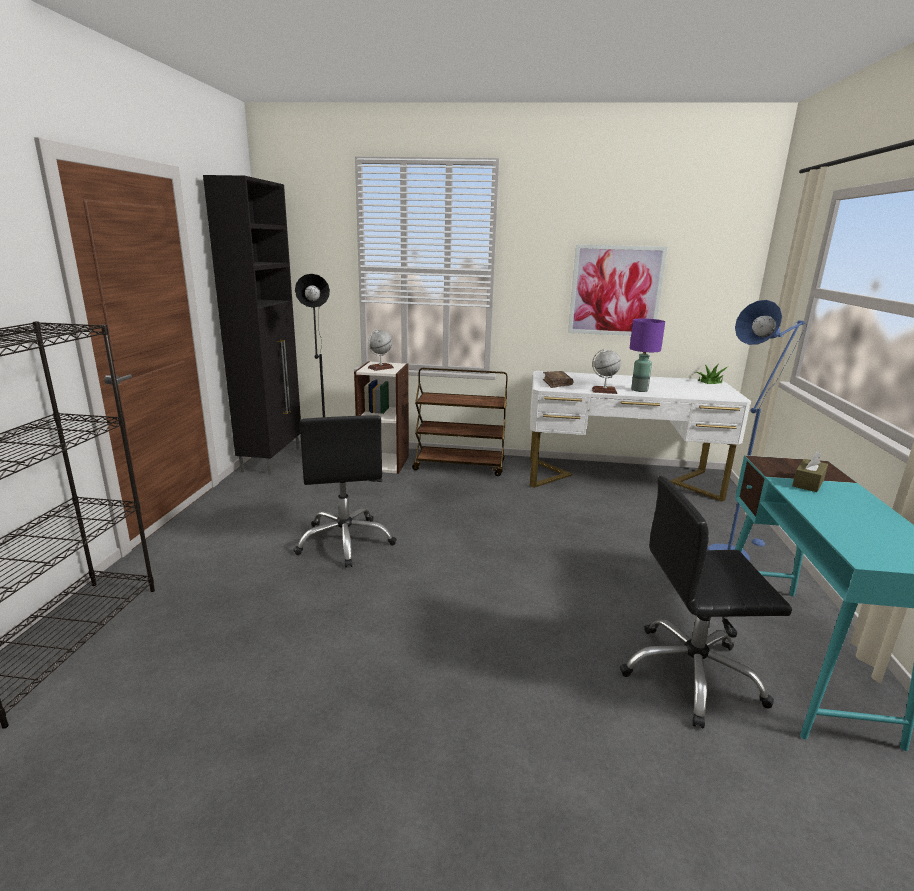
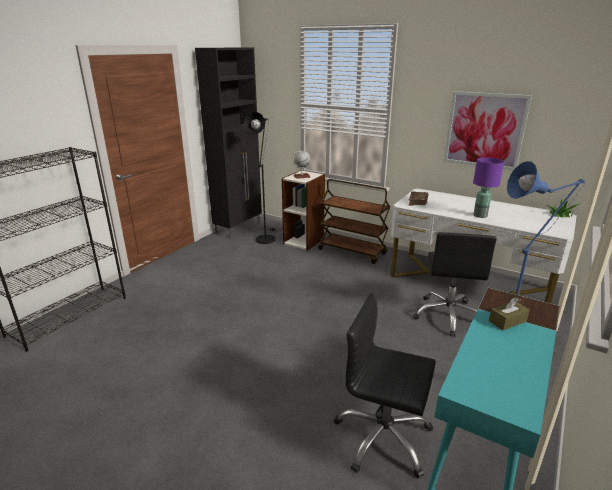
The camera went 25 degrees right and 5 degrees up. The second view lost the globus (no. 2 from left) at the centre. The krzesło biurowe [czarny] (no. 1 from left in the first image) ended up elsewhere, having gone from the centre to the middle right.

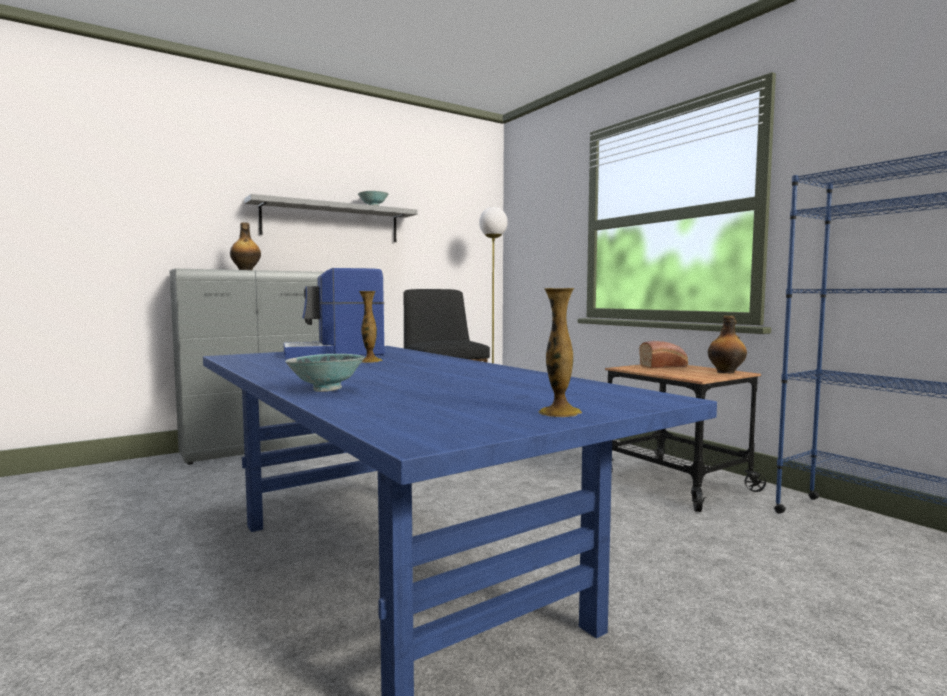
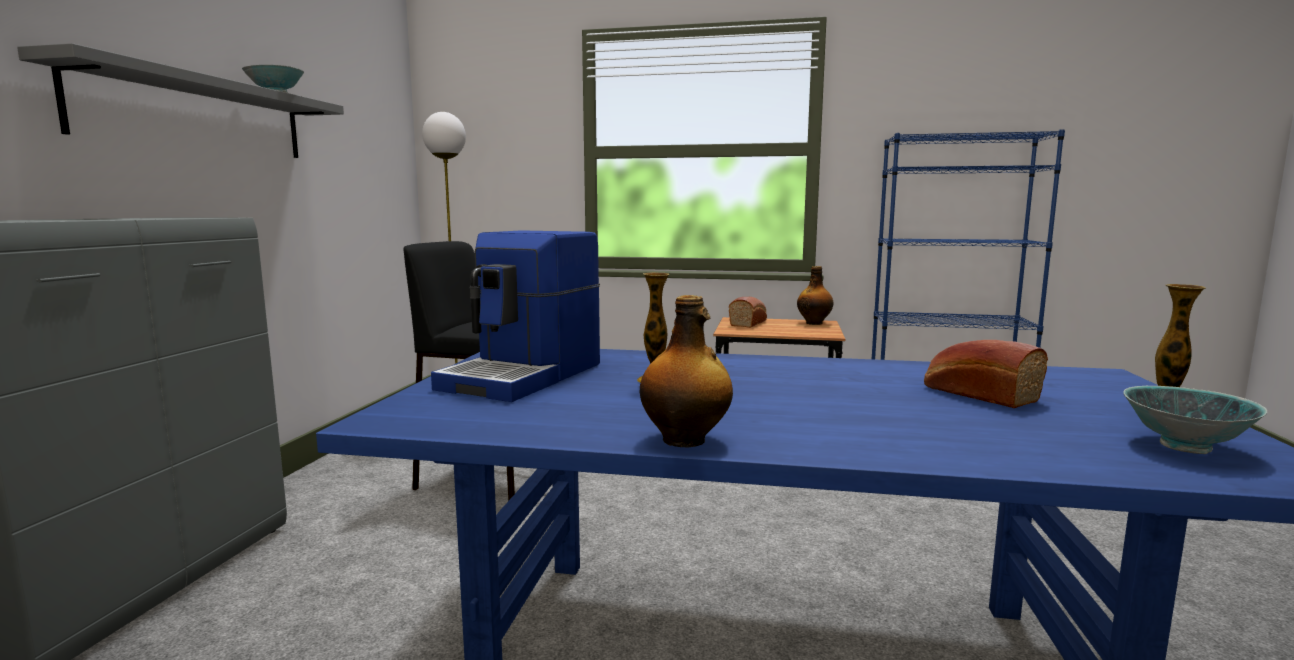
The camera went 45 degrees left and 5 degrees up. The butelka (no. 1 from left) ended up elsewhere, having gone from the middle left to the centre. The miska (no. 1 from left in the first image) ended up elsewhere, having gone from the centre to the middle right. The second view gained the chleb (no. 2 from left) at the middle right.

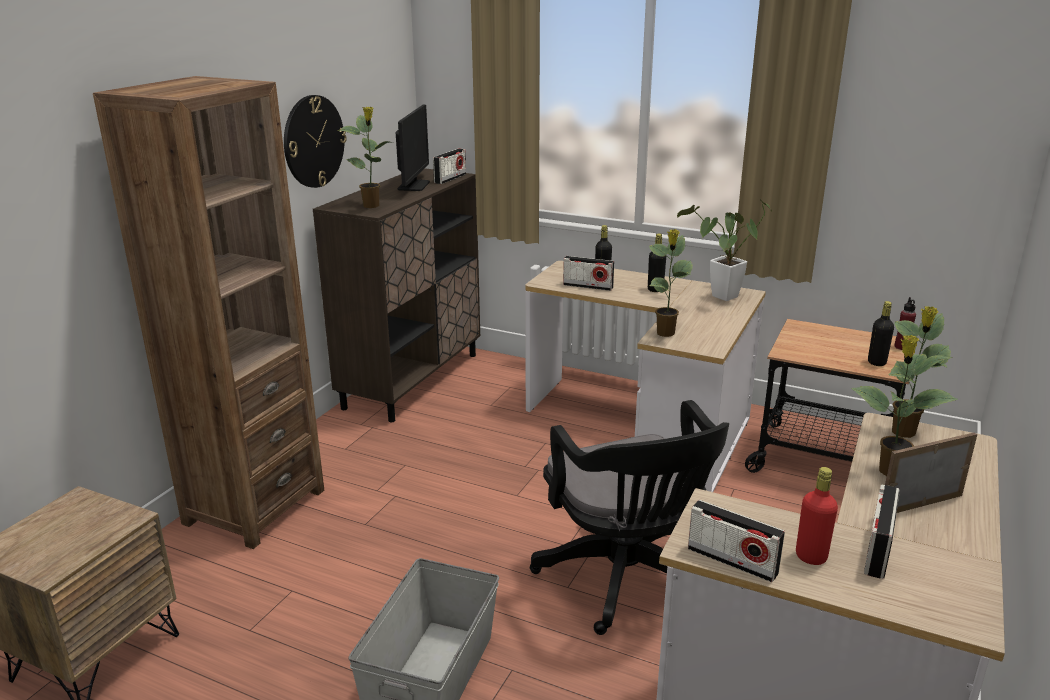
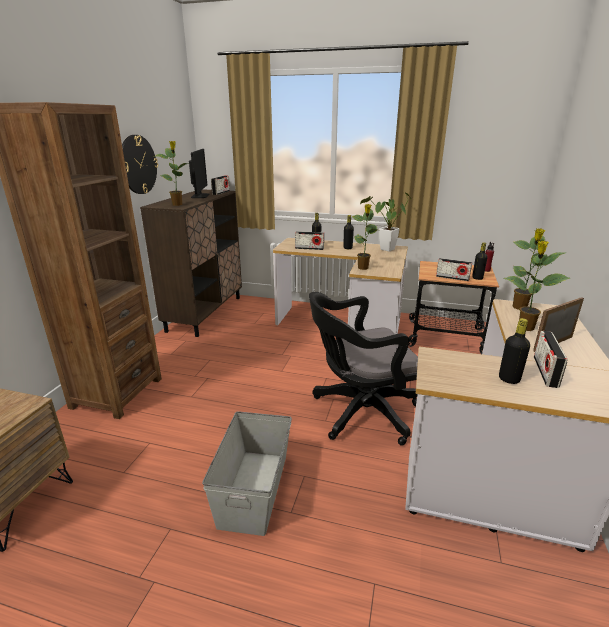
The camera went 10 degrees left and 0 degrees up. The krzesło biurowe [czarny] at the bottom centre ended up facing another way, 105 degrees clockwise from before. What was the butelka [czerwony] (no. 1 from left) at the bottom right turned into the butelka [czarny] (no. 4 from left) at the middle right. The radio (no. 3 from left) ended up elsewhere, having gone from the bottom right to the middle right.

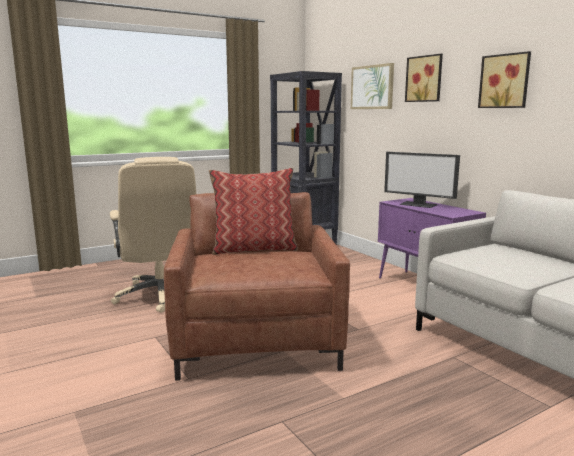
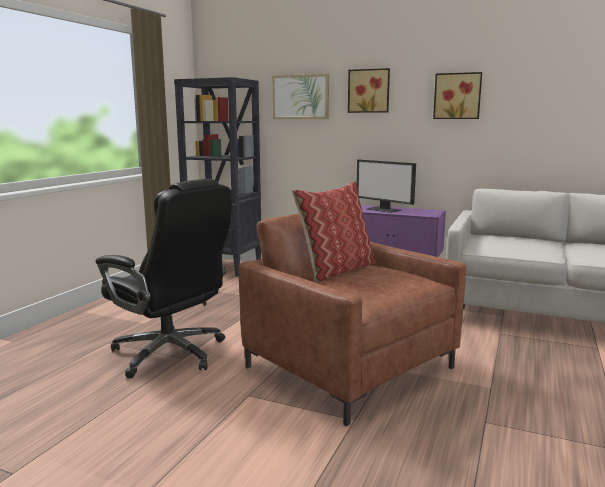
The camera went 35 degrees left and 0 degrees up. The monitor at the middle right ended up facing another way, 45 degrees clockwise from before. What was the krzesło biurowe [beżowy] at the middle left turned into the krzesło biurowe [czarny] at the middle left.

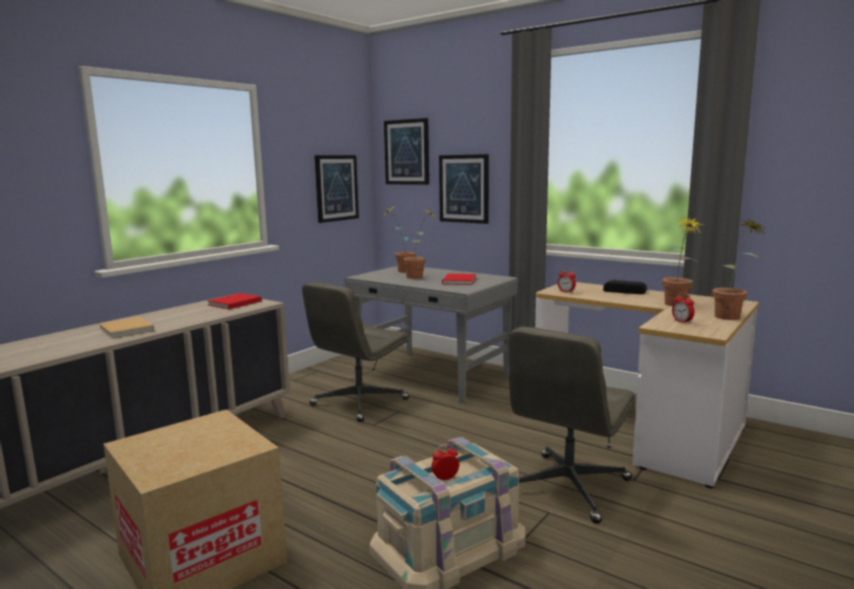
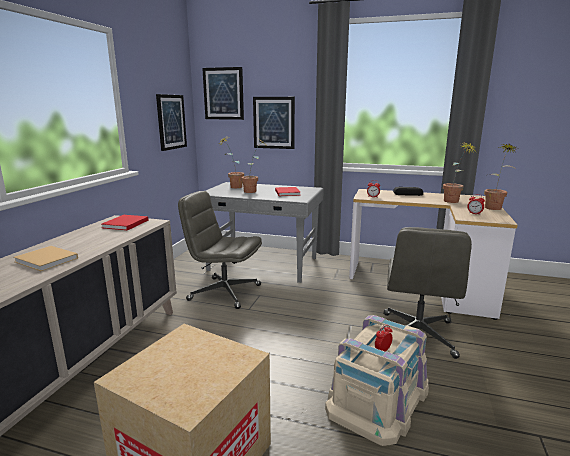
The camera went 20 degrees left and 5 degrees up. The krzesło biurowe [szary] (no. 1 from left) at the centre ended up facing another way, 90 degrees clockwise from before.

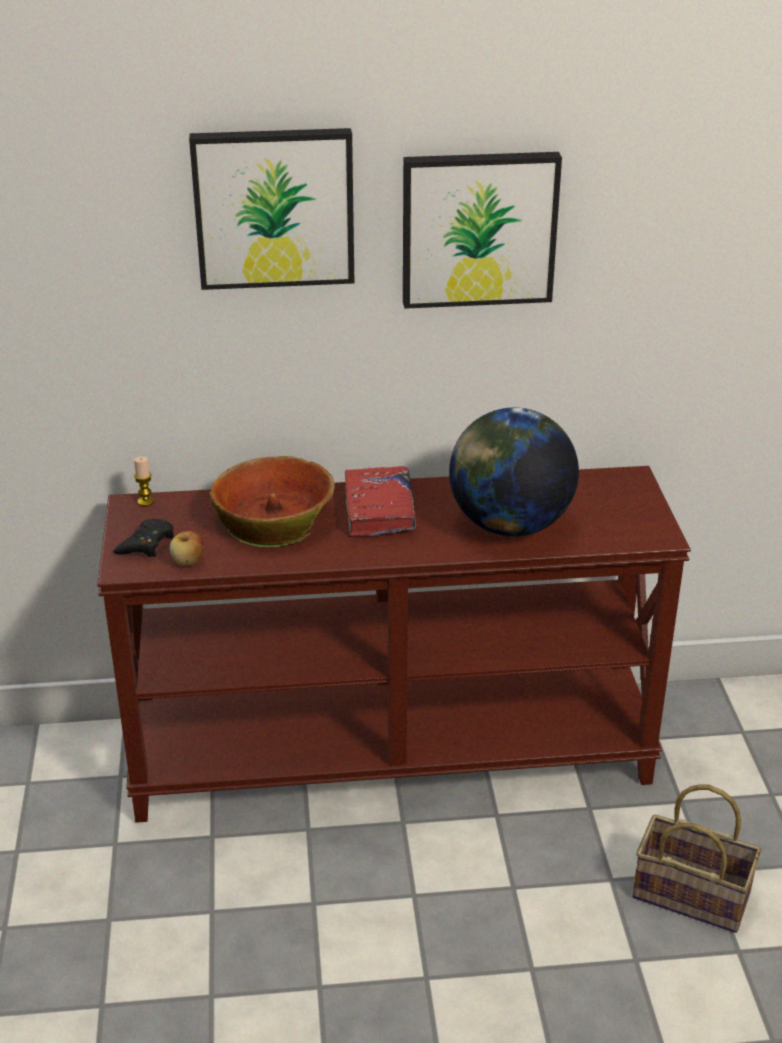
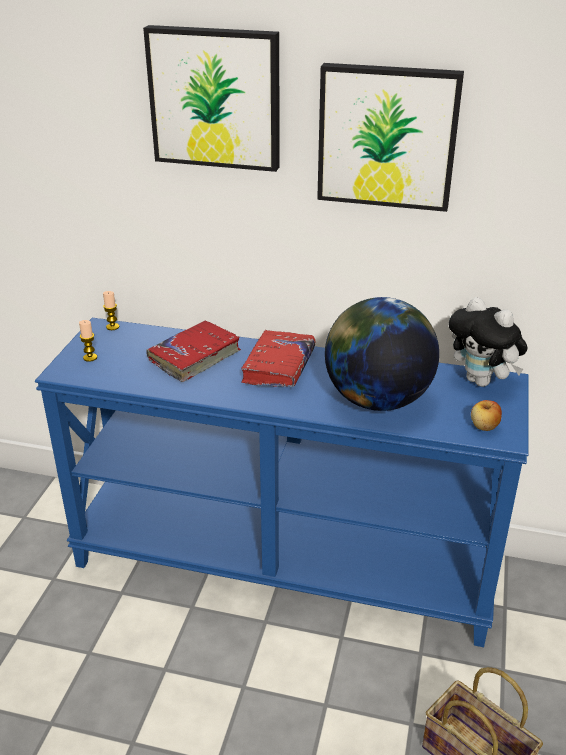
The camera went 20 degrees right and 0 degrees up. Where the miska stood at the centre, the książka [czerwony] (no. 1 from left) came to stand at the centre. What was the stolik konsolowy [brązowy] at the centre turned into the stolik konsolowy [niebieski] at the centre. Where the pad do gier [czarny] stood at the middle left, the świeca (no. 1 from left) came to stand at the middle left. The jabłko ended up elsewhere, having gone from the middle left to the middle right. The second view gained the pluszak at the middle right.

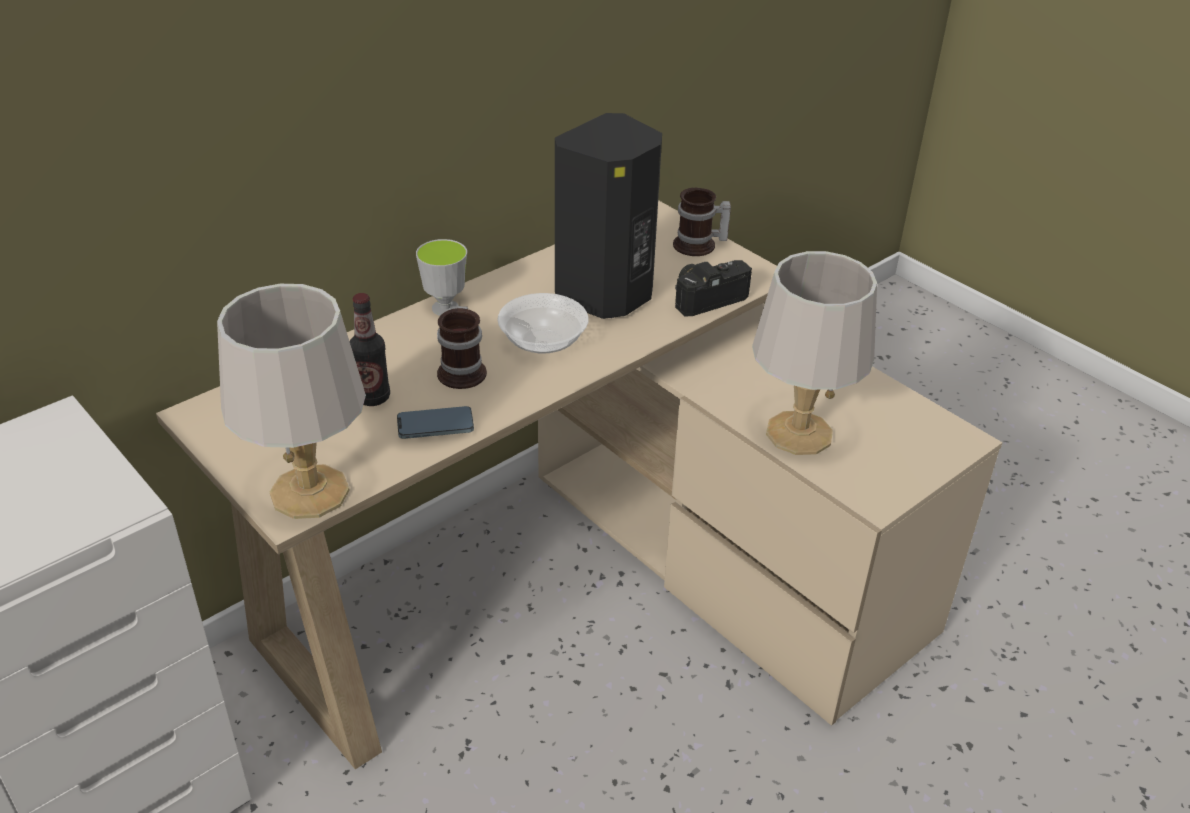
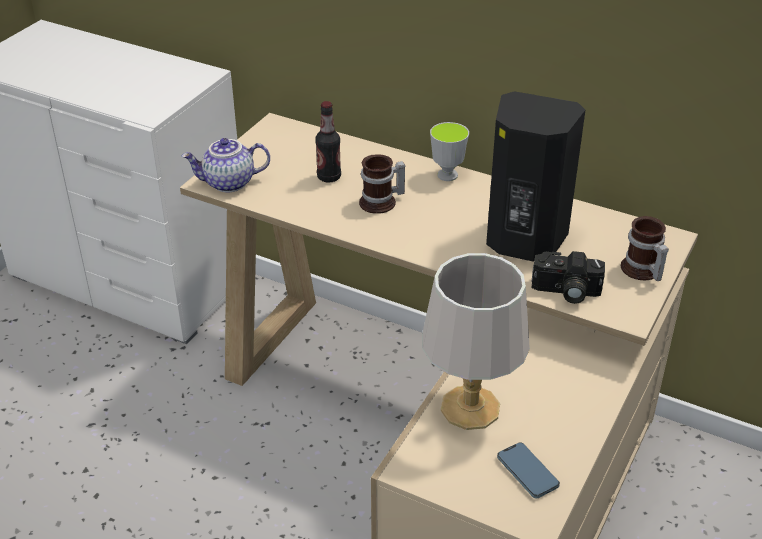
The camera went 70 degrees right and 0 degrees up. The aparat fotograficzny at the centre ended up facing another way, 150 degrees clockwise from before. Where the lampa stołowa [szary] (no. 1 from left) stood at the middle left, the imbryk came to stand at the top left. The second view lost the miska at the centre. The telefon ended up elsewhere, having gone from the centre to the bottom right.

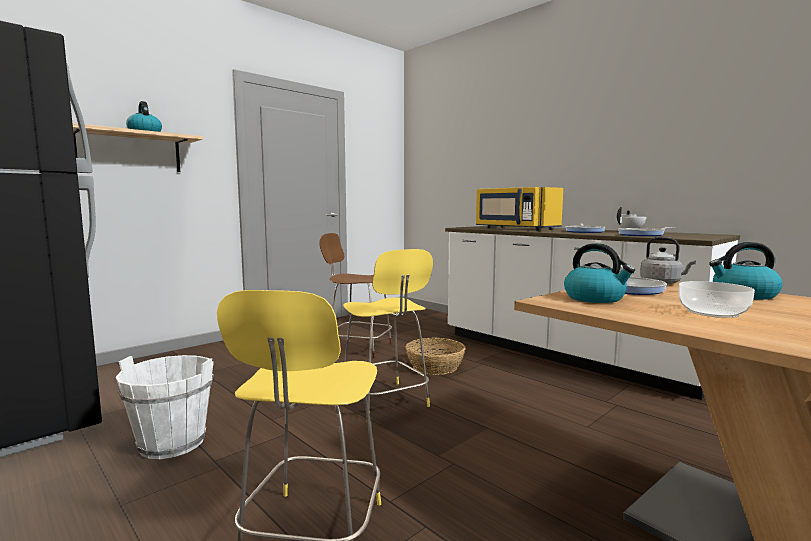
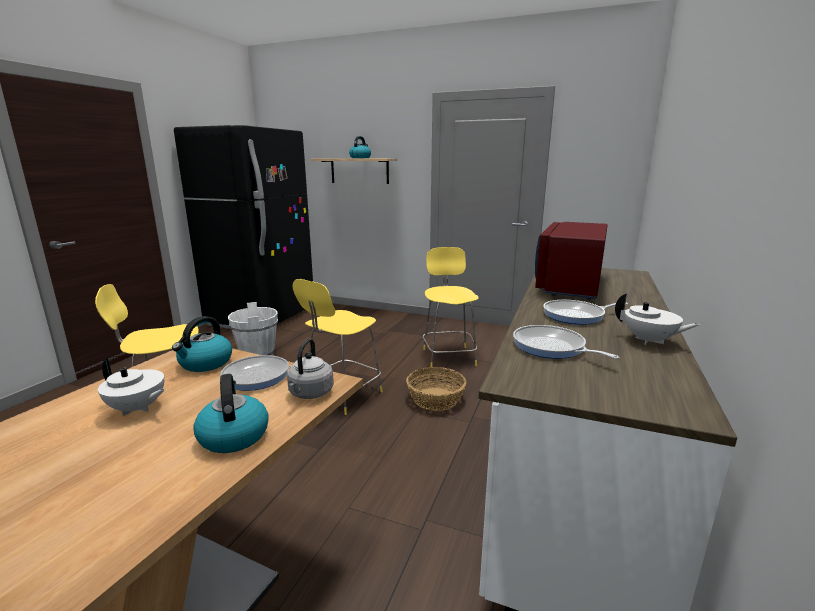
The camera went 65 degrees right and 10 degrees up. What was the mikrofalówka [żółty] at the centre turned into the mikrofalówka [czerwony] at the middle right. What was the stołek [brązowy] at the centre turned into the stołek [żółty] (no. 3 from left) at the centre. Where the miska stood at the middle right, the imbryk [biały] (no. 1 from left) came to stand at the middle left.

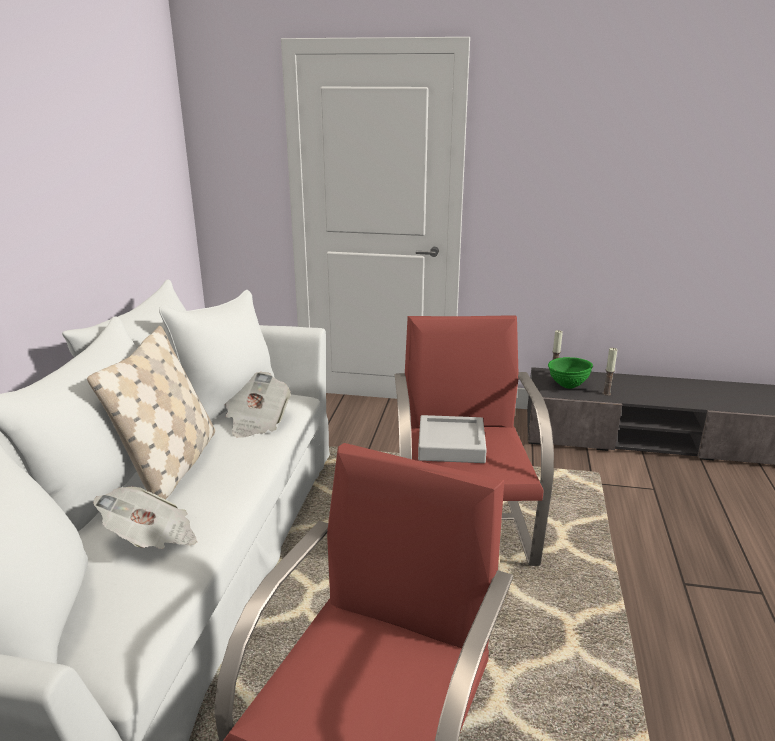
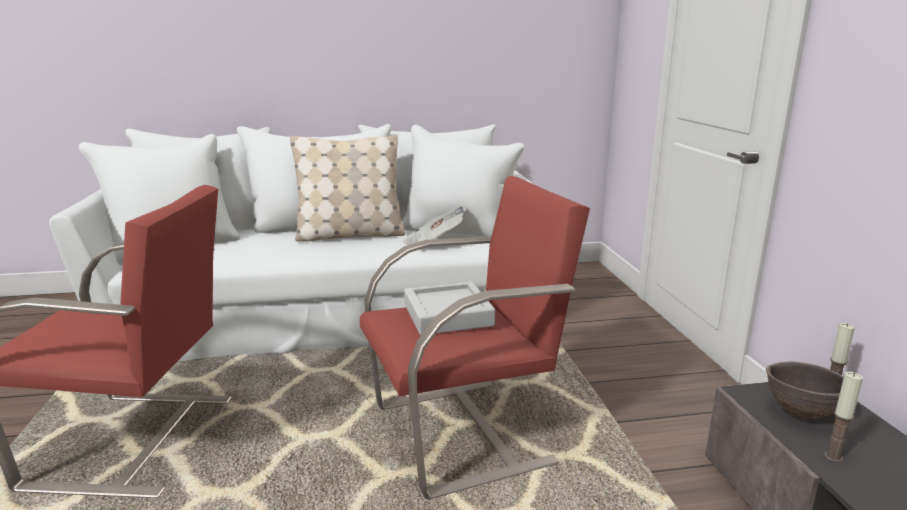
The camera went 70 degrees right and 5 degrees down. What was the miska [zielony] at the middle right turned into the miska [brązowy] at the bottom right. The second view lost the gazeta (no. 1 from left) at the bottom left.

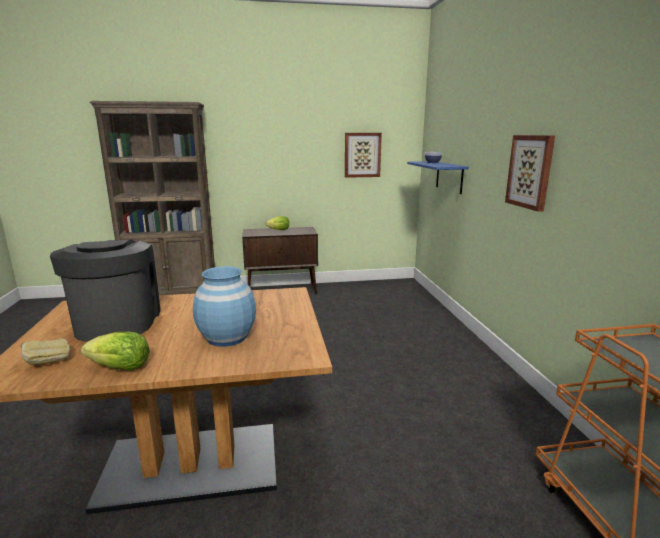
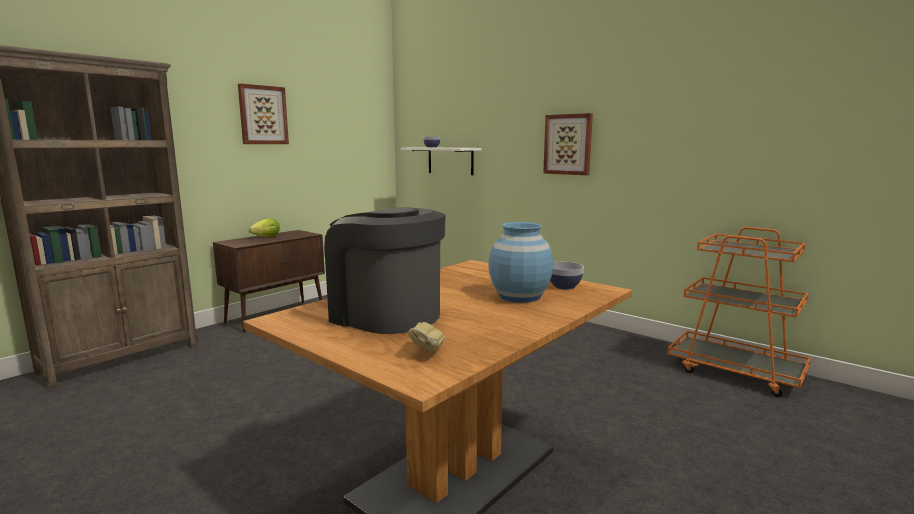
The camera went 40 degrees left and 5 degrees down. The obraz (no. 1 from left) ended up elsewhere, having gone from the top centre to the top left. What was the półka [niebieski] at the top centre turned into the półka [biały] at the top centre. The second view lost the sałata (no. 1 from left) at the middle left. The second view gained the miska (no. 2 from left) at the centre.

